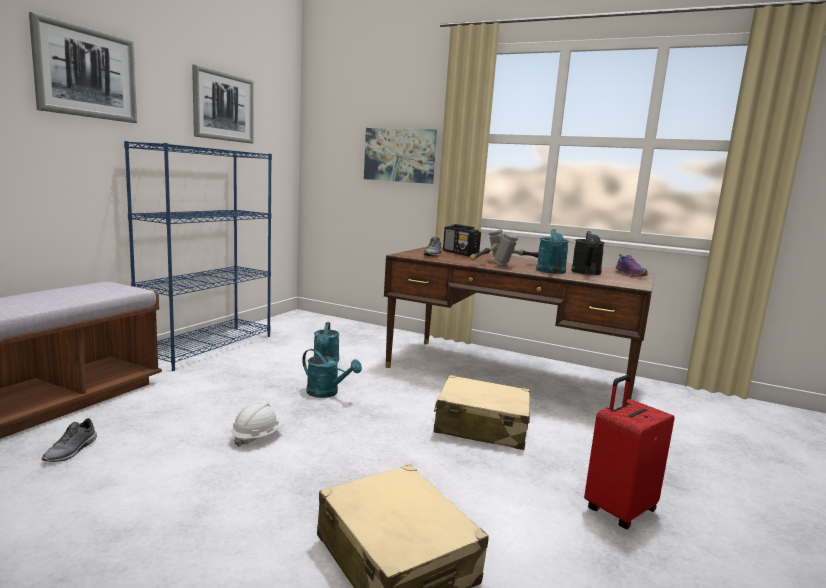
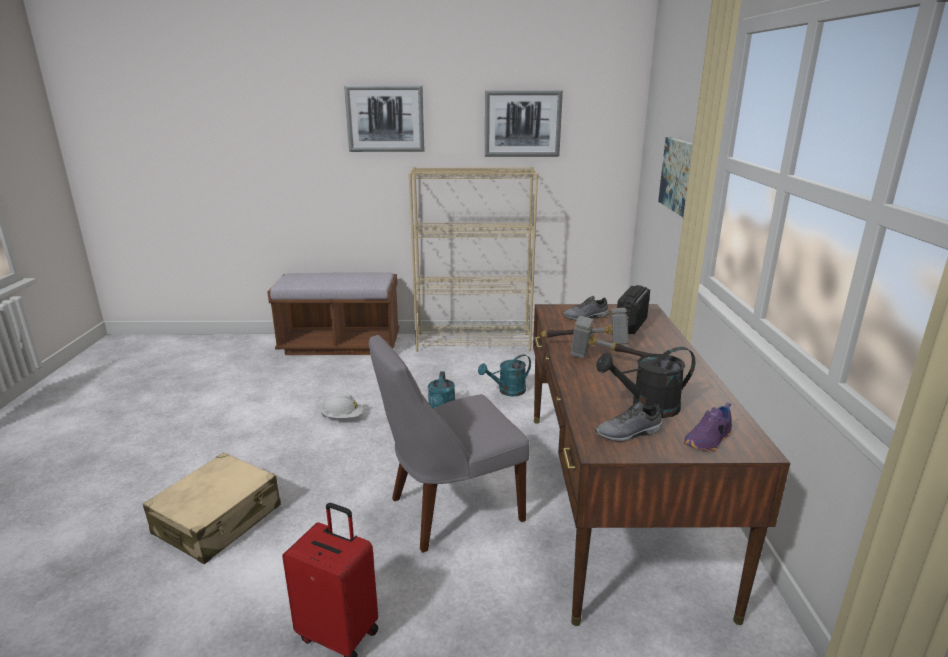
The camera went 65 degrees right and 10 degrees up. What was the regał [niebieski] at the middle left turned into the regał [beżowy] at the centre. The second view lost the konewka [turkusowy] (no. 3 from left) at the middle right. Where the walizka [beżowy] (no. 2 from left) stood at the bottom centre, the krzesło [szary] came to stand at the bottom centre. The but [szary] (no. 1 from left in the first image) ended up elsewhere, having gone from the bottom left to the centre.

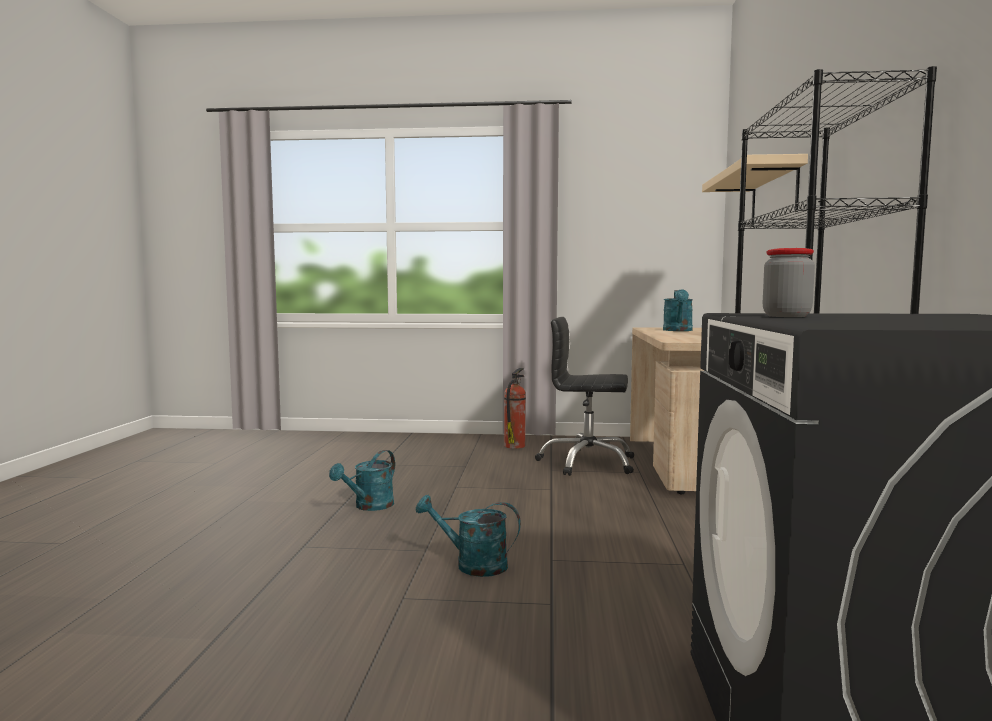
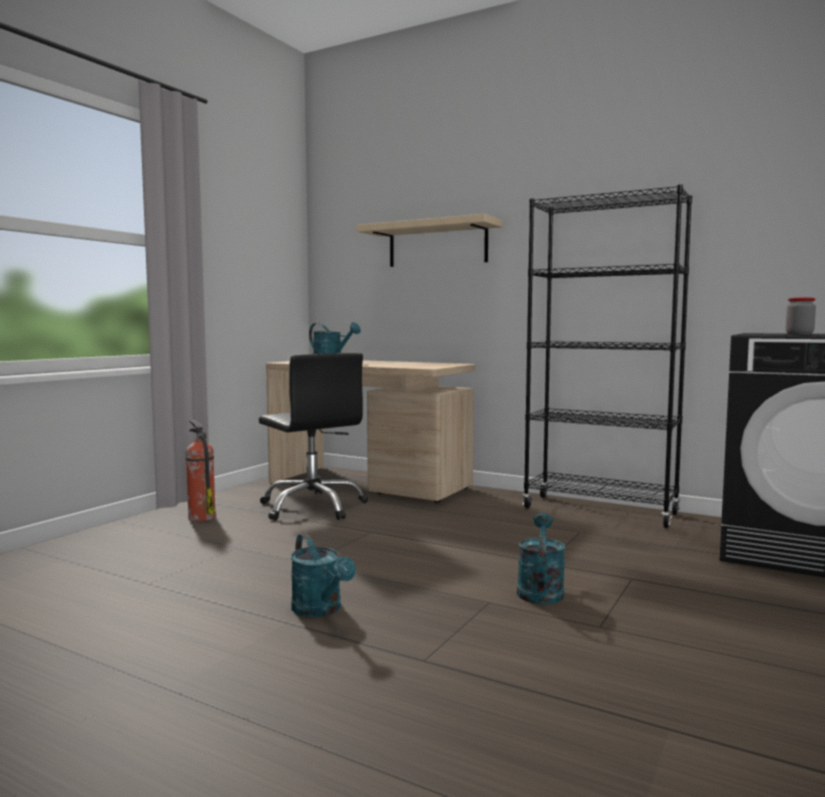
The camera went 65 degrees left and 0 degrees up. The krzesło biurowe [czarny] at the centre ended up facing another way, 75 degrees counterclockwise from before. The konewka [turkusowy] (no. 2 from left in the first image) at the bottom centre ended up facing another way, 150 degrees clockwise from before.

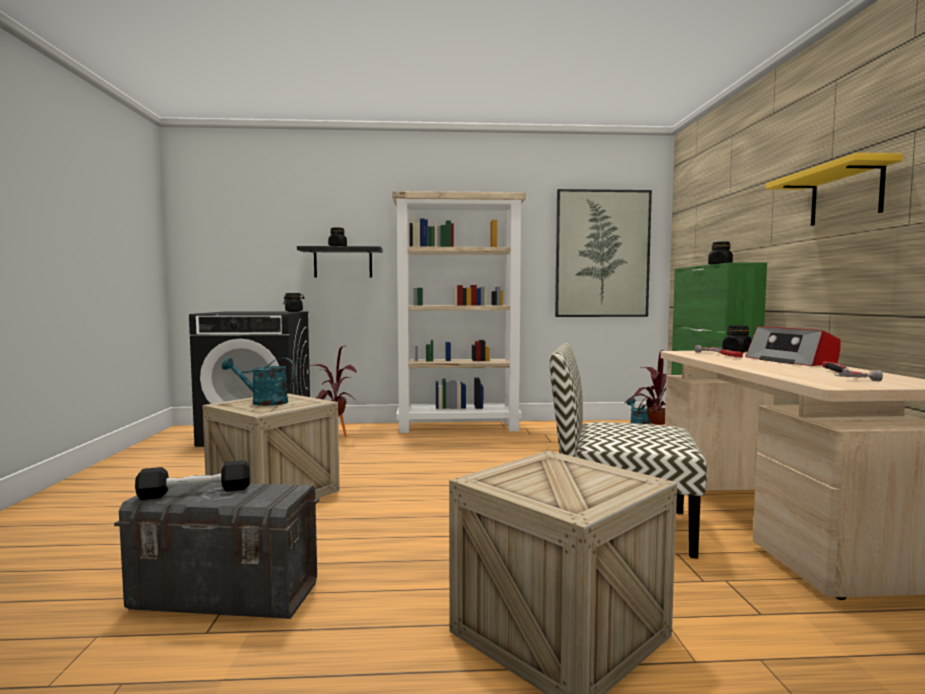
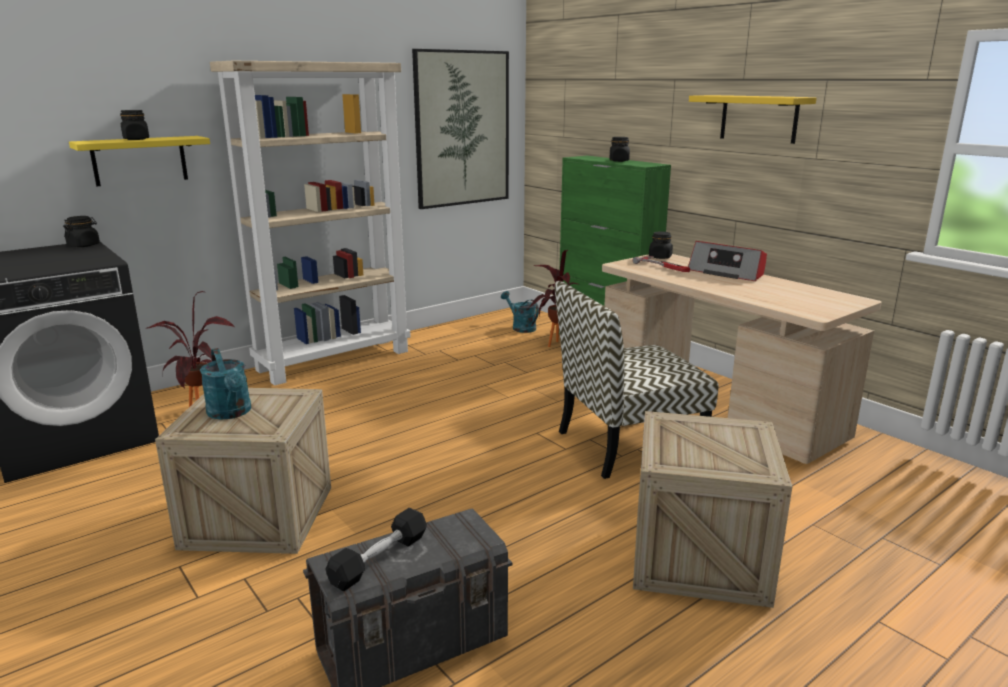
The camera went 35 degrees left and 15 degrees up. What was the półka [czarny] at the centre turned into the półka [żółty] (no. 1 from left) at the top left. The konewka [turkusowy] (no. 1 from left) at the middle left ended up facing another way, 90 degrees counterclockwise from before. The second view lost the młotek (no. 2 from left) at the middle right.

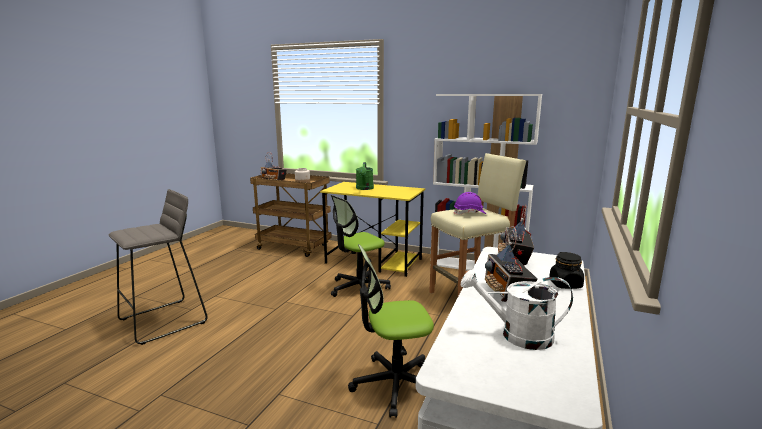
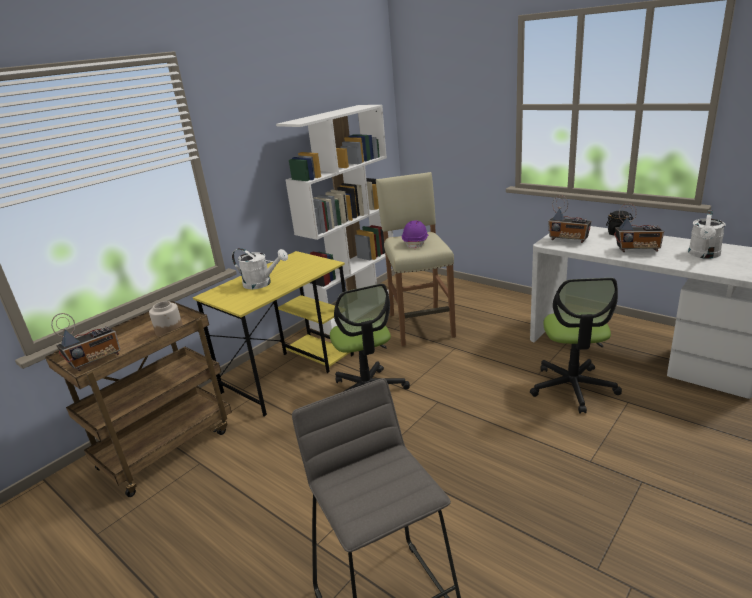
The camera went 70 degrees left and 10 degrees up. What was the konewka [zielony] at the centre turned into the konewka [biały] (no. 1 from left) at the centre.

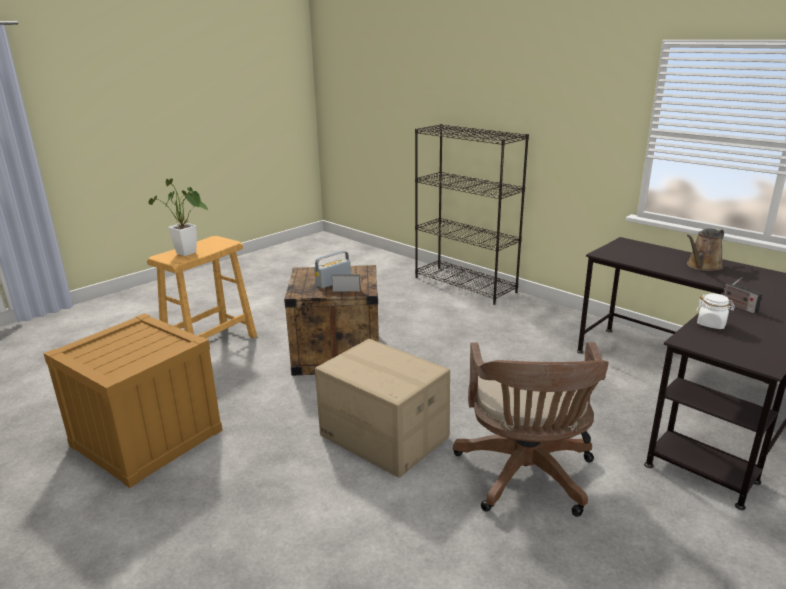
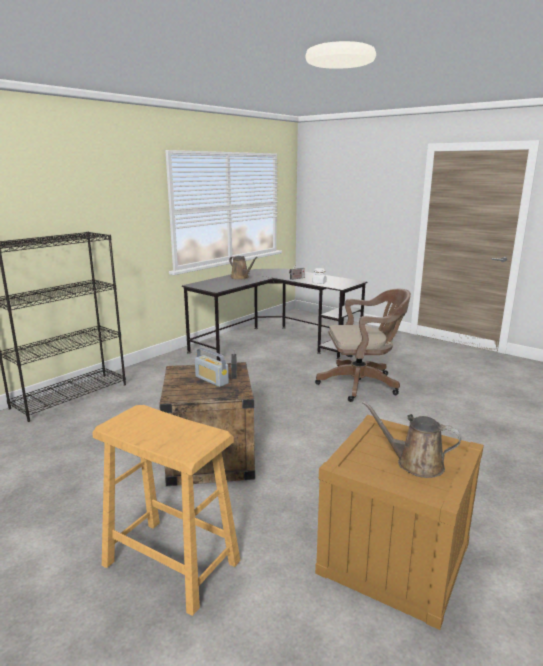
The camera went 95 degrees left and 5 degrees down. The second view lost the roślina doniczkowa at the middle left. The second view lost the karton at the bottom centre. The second view gained the konewka [brązowy] (no. 2 from left) at the middle right.

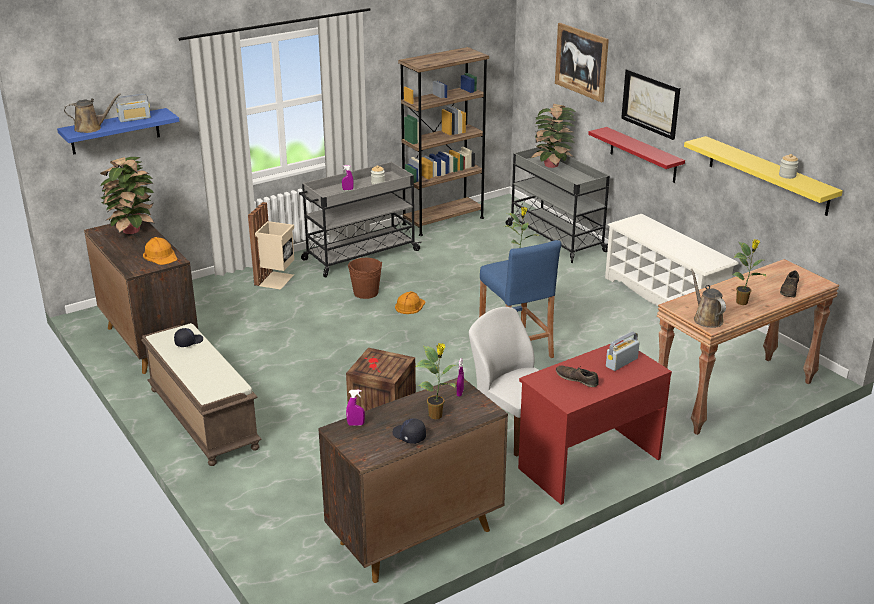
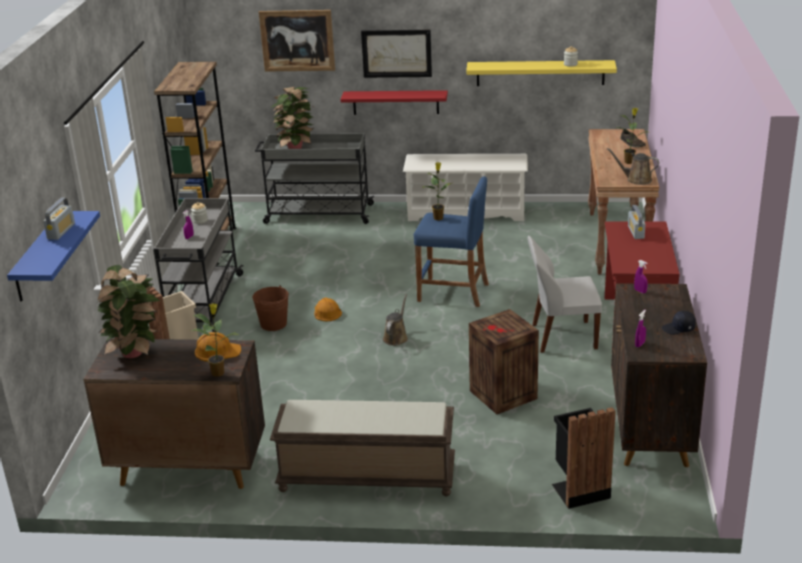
The camera went 50 degrees left and 0 degrees up. The konewka [brązowy] (no. 1 from left) ended up elsewhere, having gone from the top left to the centre. The second view lost the czapka z daszkiem [czarny] (no. 1 from left) at the middle left. The roślina doniczkowa (no. 2 from left) ended up elsewhere, having gone from the centre to the middle left. The second view lost the but [brązowy] (no. 1 from left) at the centre. The second view gained the kosz na śmieci [czarny] at the bottom right.

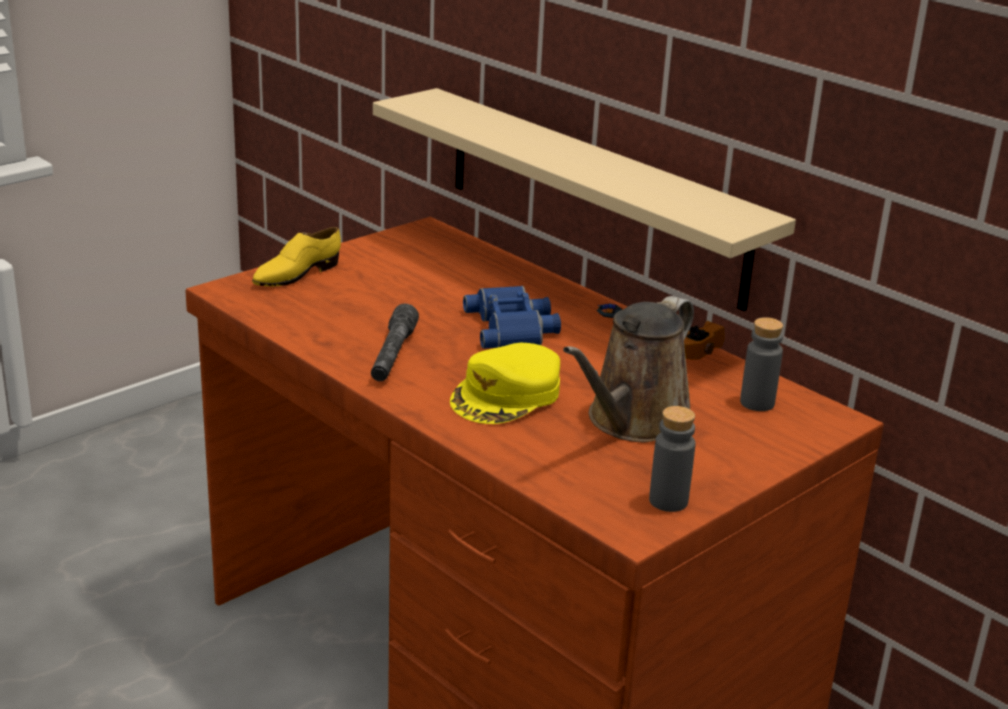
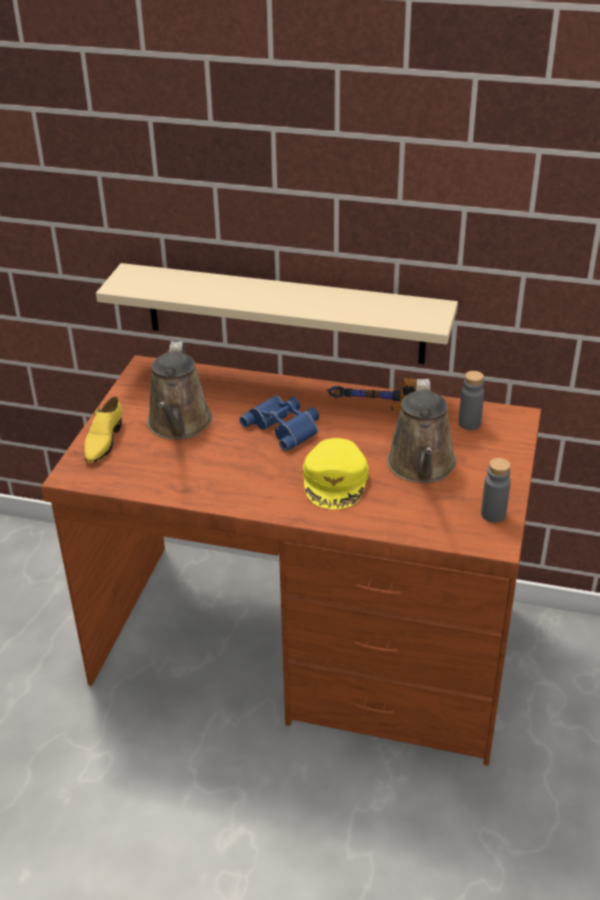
The camera went 30 degrees left and 10 degrees up. The second view lost the latarka [szary] at the centre. The second view gained the konewka [brązowy] (no. 1 from left) at the middle left.

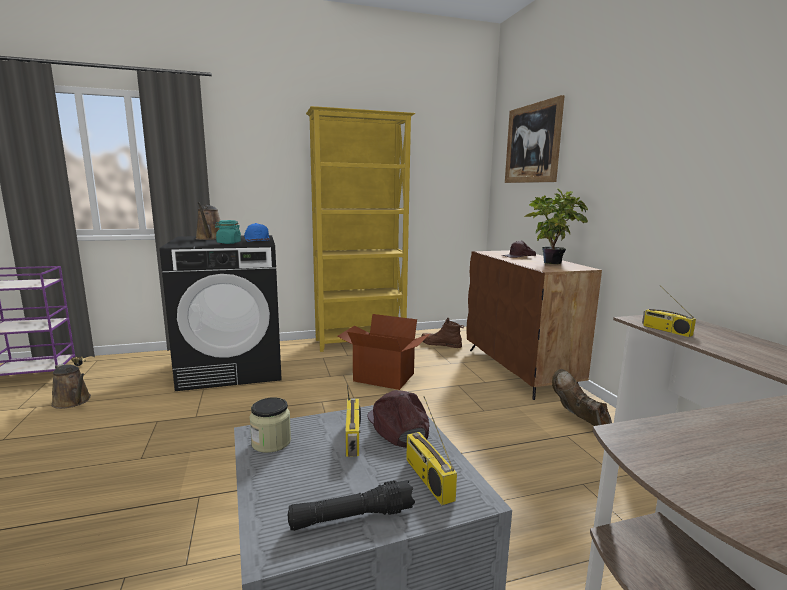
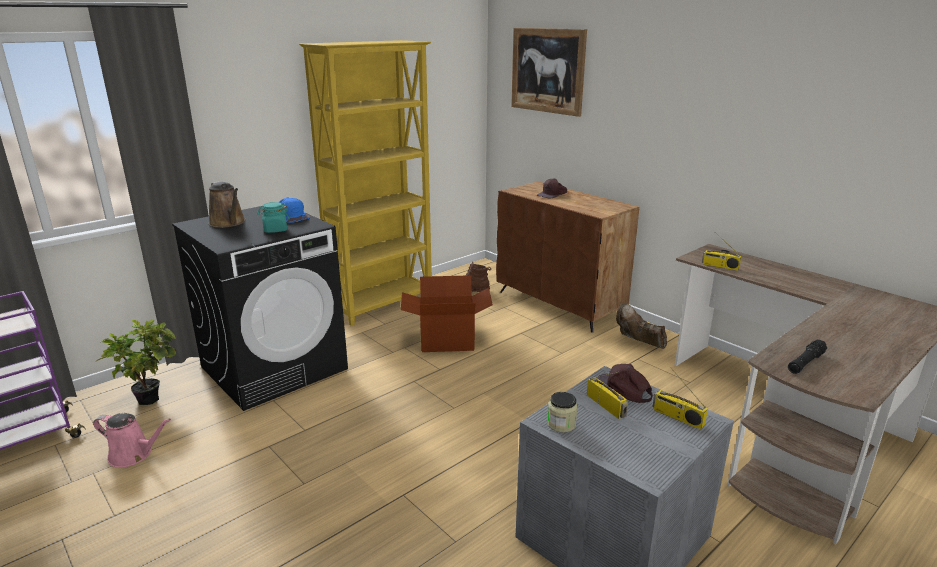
The camera went 25 degrees left and 10 degrees up. The roślina doniczkowa ended up elsewhere, having gone from the middle right to the middle left. What was the konewka [brązowy] (no. 1 from left) at the middle left turned into the konewka [różowy] at the bottom left. The latarka [czarny] ended up elsewhere, having gone from the bottom centre to the middle right.

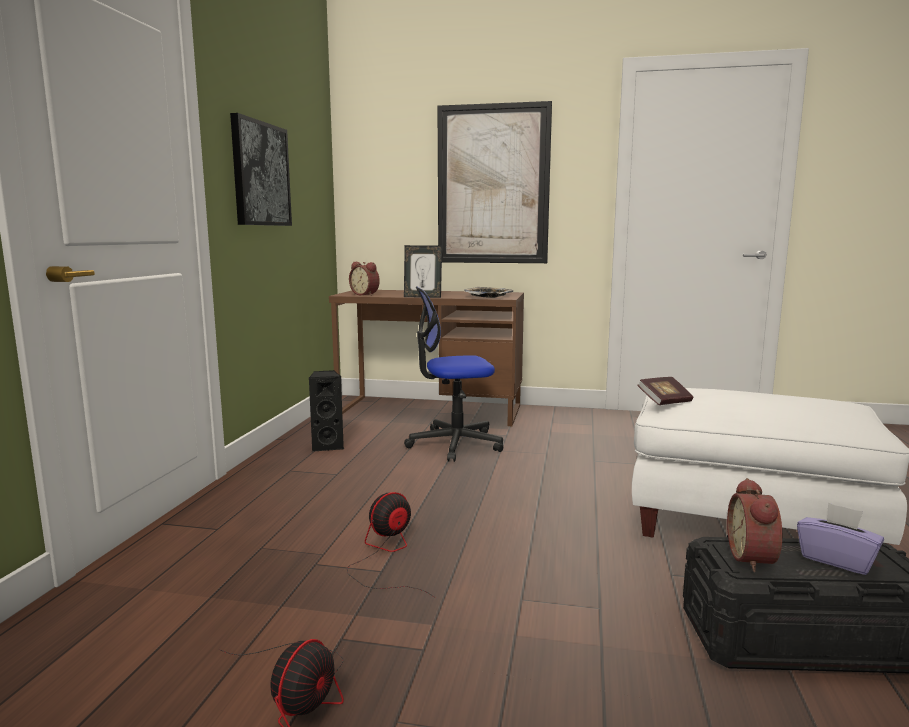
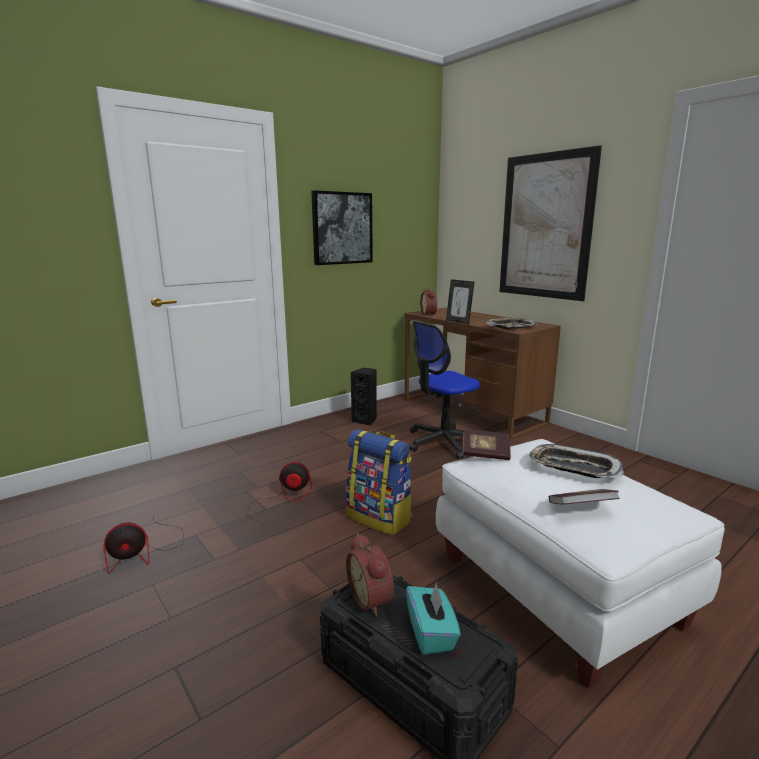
The camera went 40 degrees right and 5 degrees up. The krzesło biurowe at the centre ended up facing another way, 60 degrees counterclockwise from before. The budzik (no. 2 from left in the first image) at the bottom right ended up facing another way, 75 degrees counterclockwise from before. What was the pudełko chusteczek [fioletowy] at the bottom right turned into the pudełko chusteczek [turkusowy] at the bottom centre. The second view gained the plecak at the centre. The second view gained the taca (no. 2 from left) at the middle right. The second view gained the książka (no. 2 from left) at the middle right.

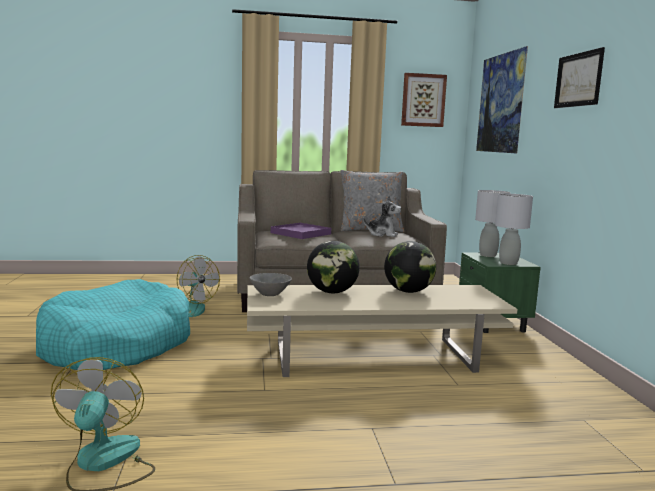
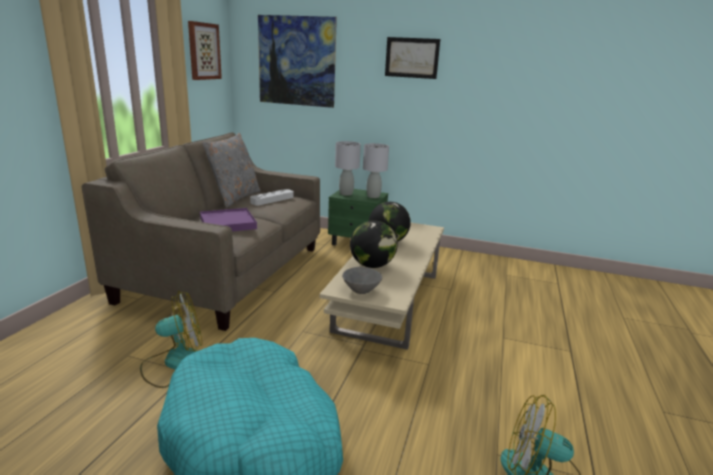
The camera went 65 degrees left and 10 degrees up. Where the pluszak stood at the centre, the taca [szary] came to stand at the centre.

